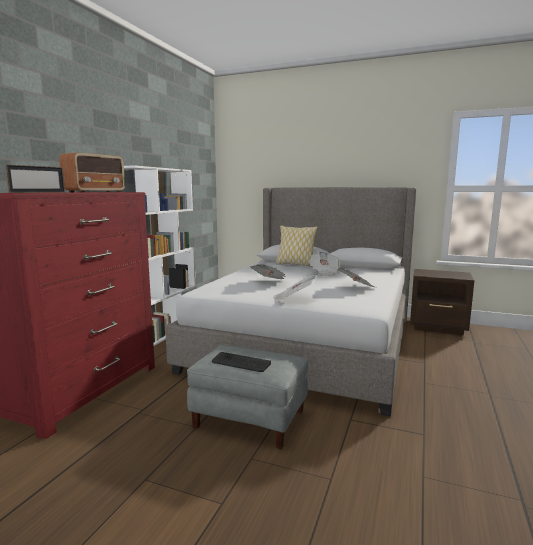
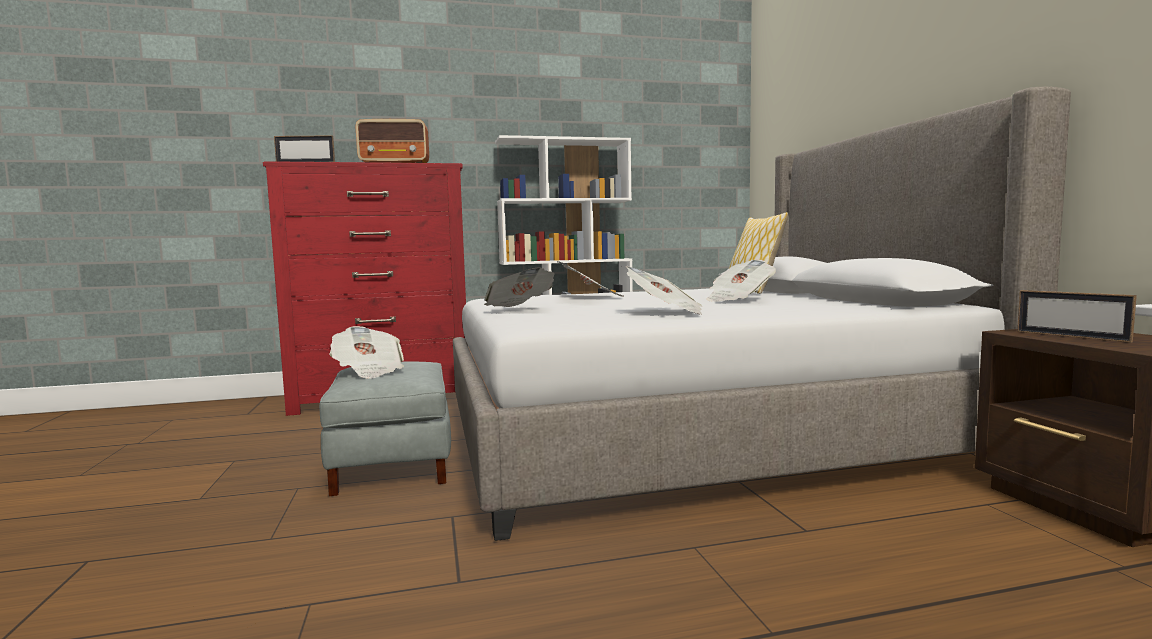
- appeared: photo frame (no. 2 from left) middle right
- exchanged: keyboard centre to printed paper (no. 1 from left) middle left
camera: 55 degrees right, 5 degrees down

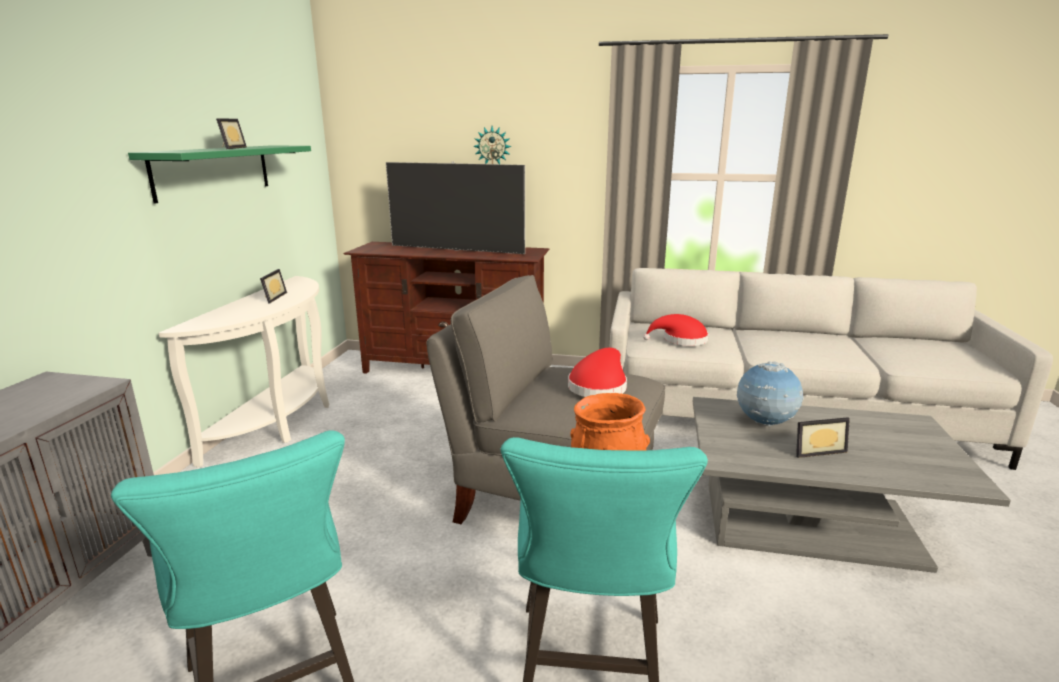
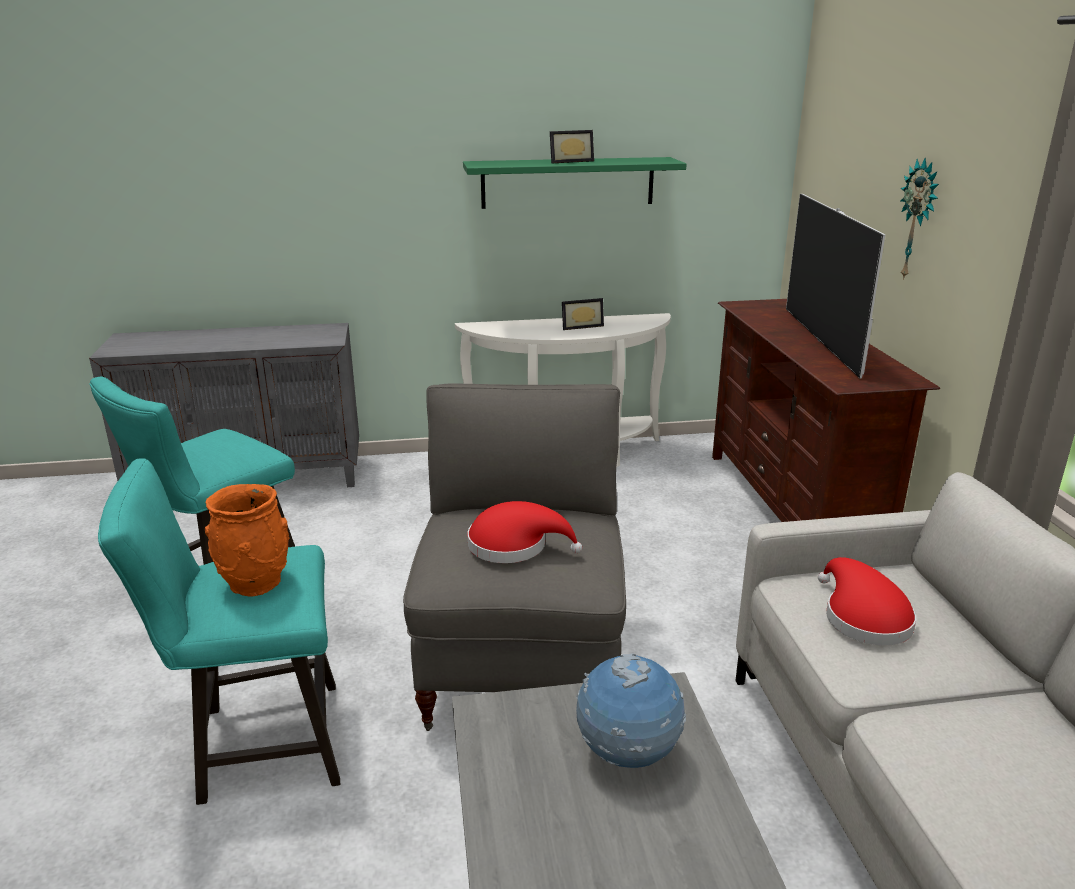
- missing: photo frame (no. 3 from left) middle right
camera: 70 degrees right, 5 degrees up

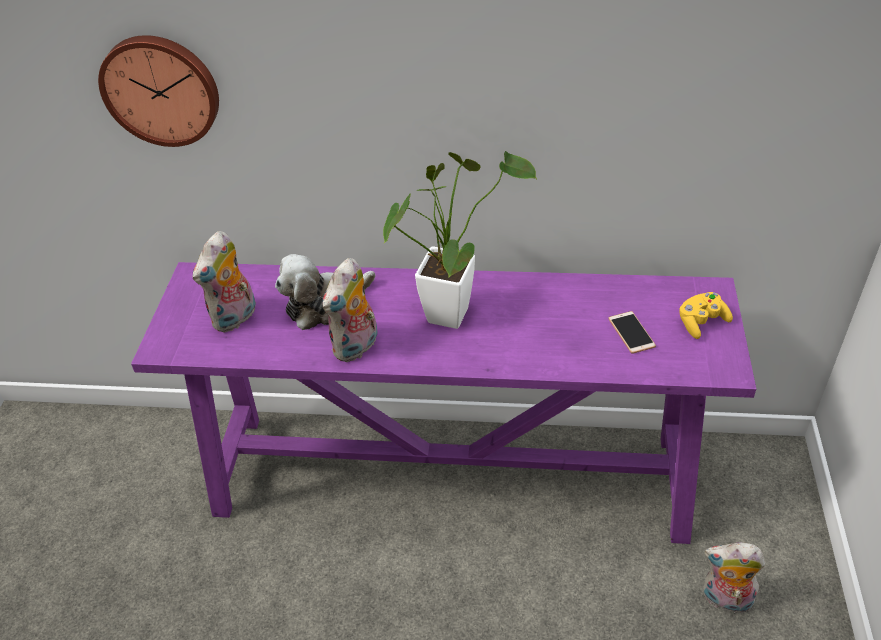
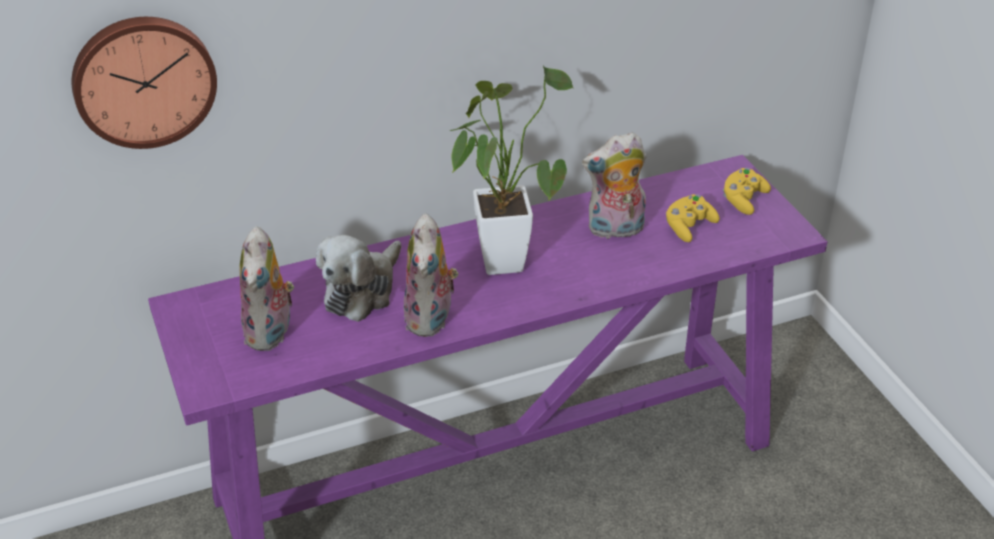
- relocated: soft toy (no. 4 from left) bottom right to centre
- exchanged: telephone middle right to yellowish game controller (no. 1 from left) middle right
camera: 30 degrees left, 5 degrees down

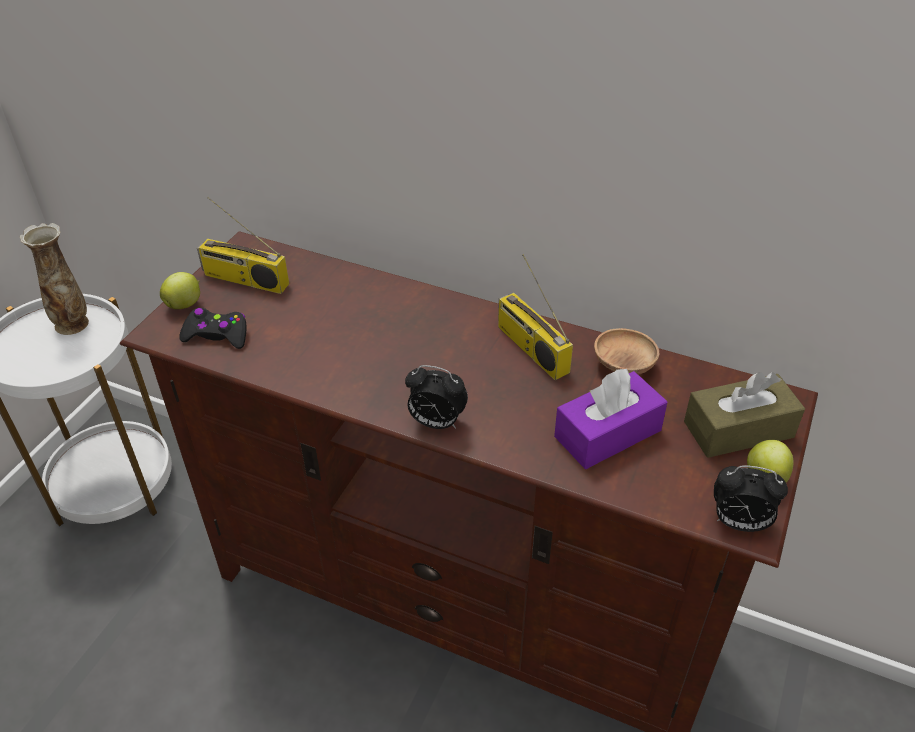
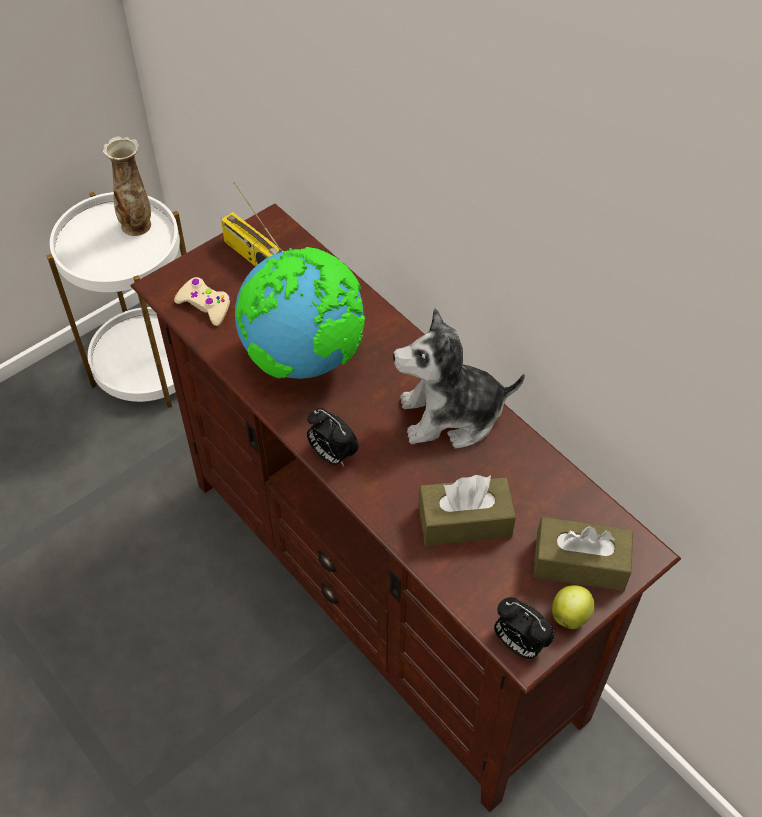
- missing: apple (no. 1 from left) middle left
- missing: brownish serving bowl middle right
- appeared: world globe centre
- exchanged: radio receiver (no. 2 from left) centre to soft toy centre
- colour: black-coloured game controller middle left to sand-coloured game controller middle left
- colour: purplish tissue holder middle right to brownish tissue holder (no. 1 from left) centre
camera: 25 degrees right, 10 degrees up

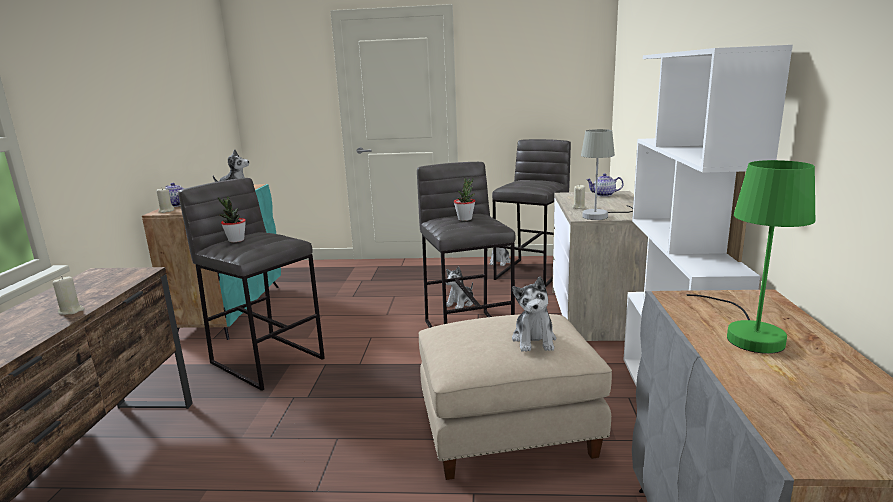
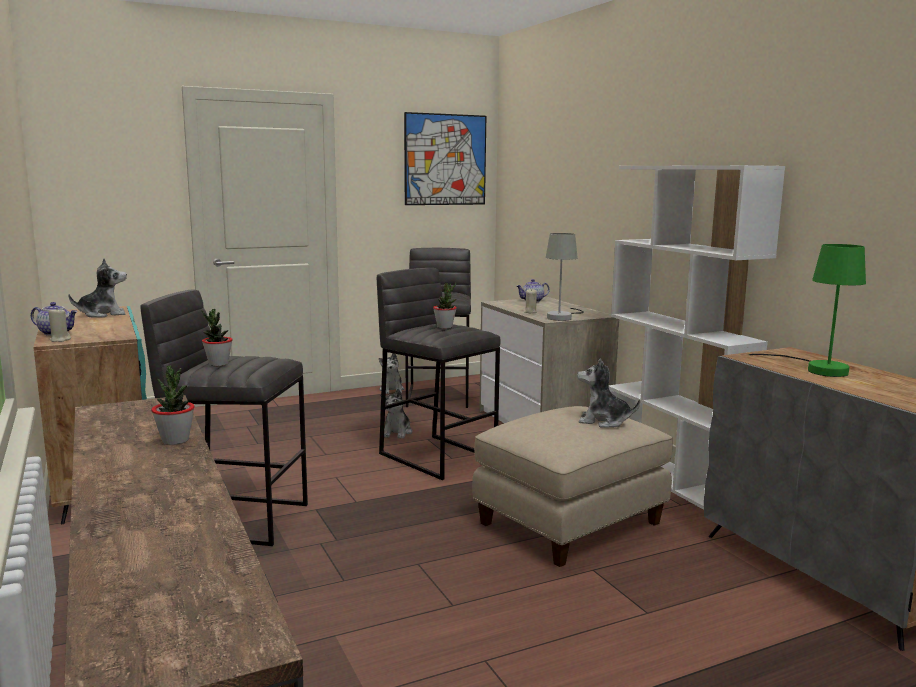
- appeared: wall art top centre
- exchanged: sand-coloured wax candle (no. 1 from left) middle left to potted plant (no. 1 from left) middle left
- spun: soft toy (no. 4 from left) centre = centre 135 degrees clockwise
camera: 30 degrees left, 5 degrees down

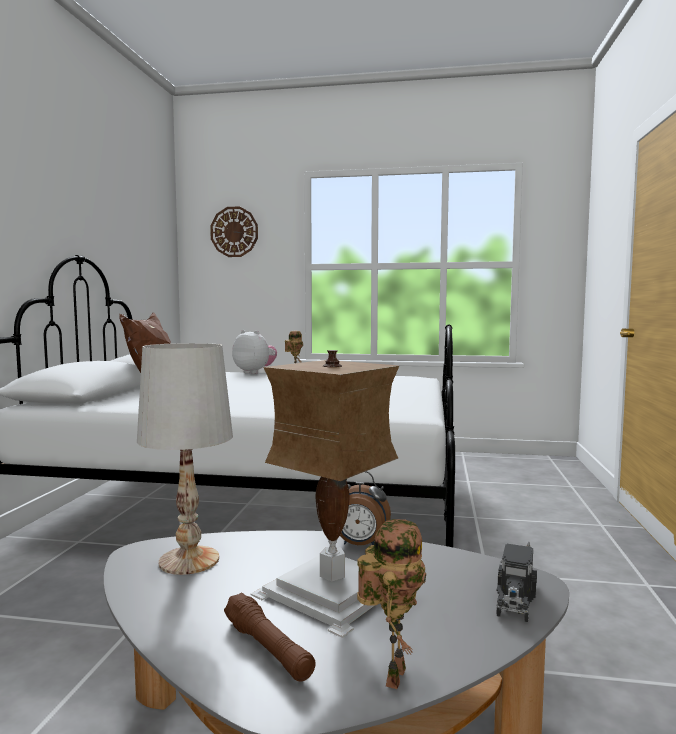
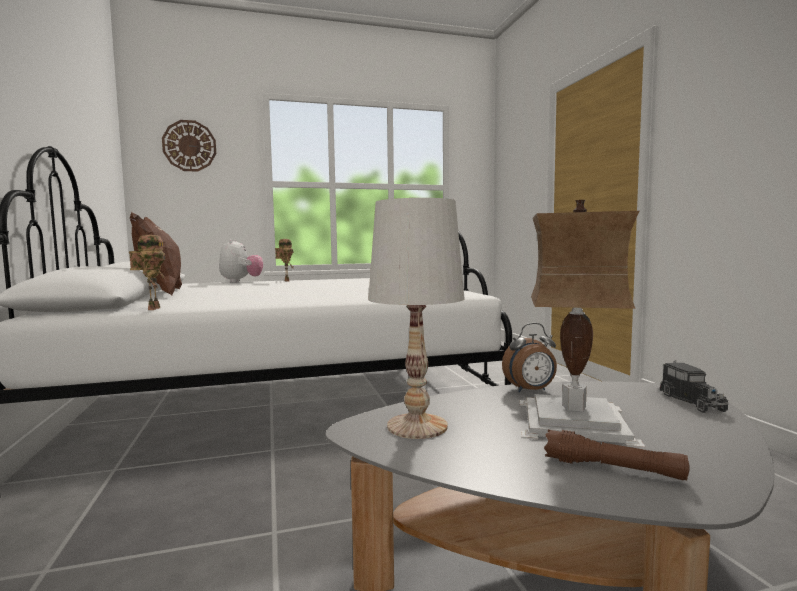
- relocated: robot figure (no. 2 from left in the first image) bottom centre to robot figure (no. 1 from left) middle left
- spun: soft toy centre = middle left 75 degrees clockwise
camera: 25 degrees left, 0 degrees up

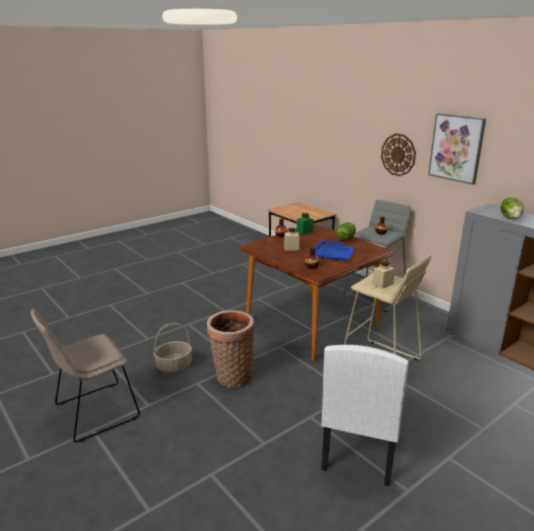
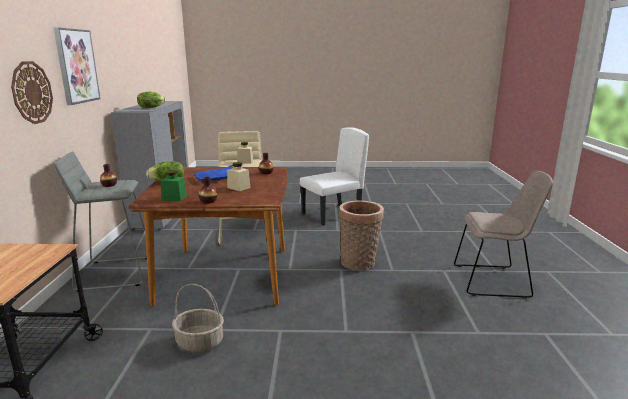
- relocated: storage basket (no. 1 from left) middle left to bottom left
camera: 140 degrees left, 5 degrees down

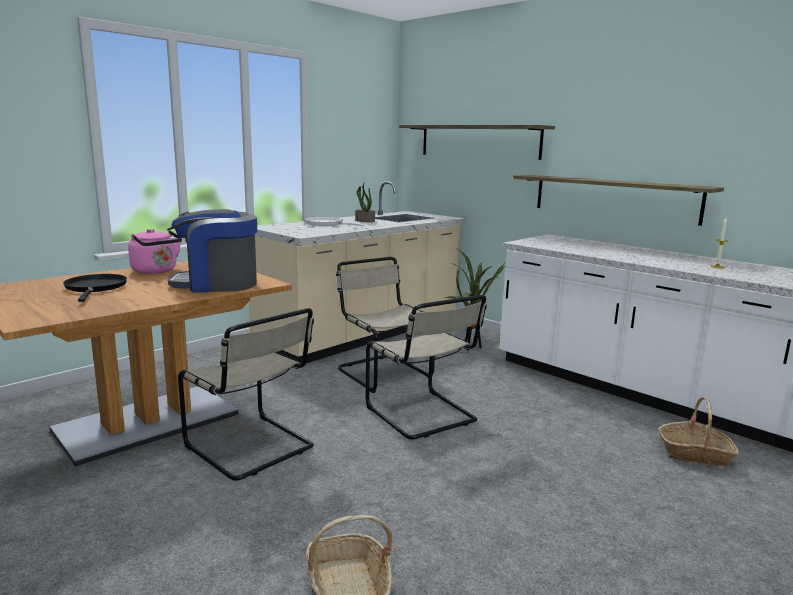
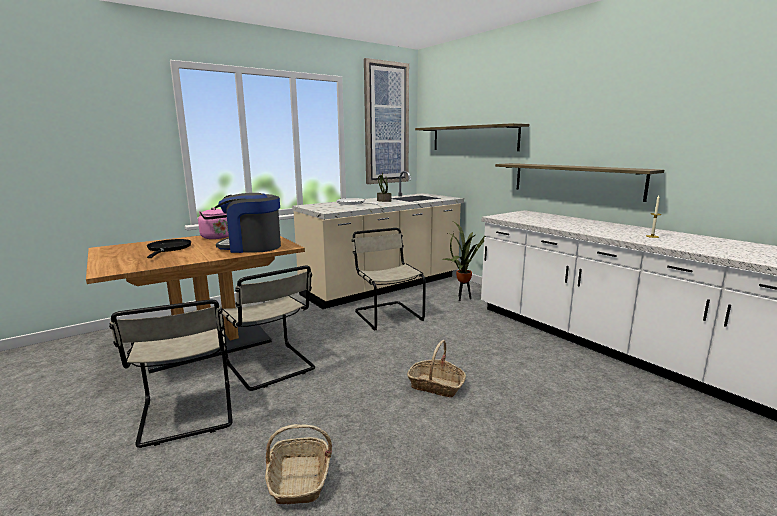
- appeared: wall art top centre
- relocated: sand-coloured plain chair (no. 3 from left in the first image) centre to sand-coloured plain chair (no. 1 from left) bottom left
- relocated: storage basket (no. 2 from left) bottom right to bottom centre
camera: 10 degrees right, 0 degrees up

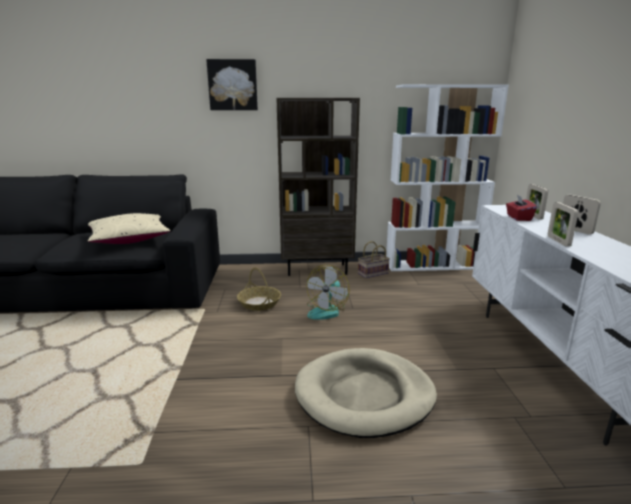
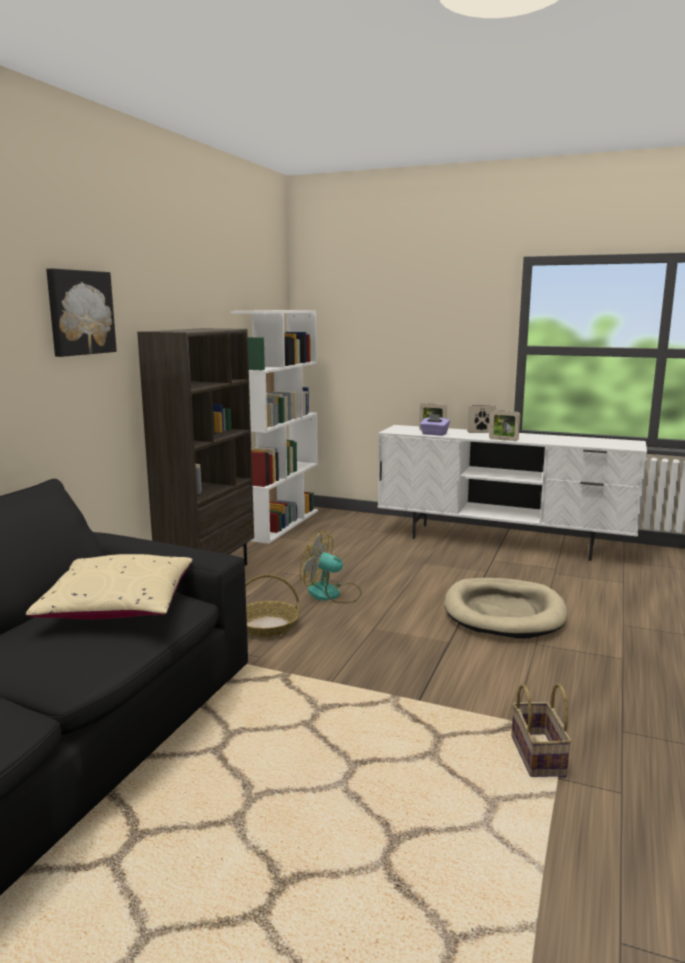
- relocated: storage basket (no. 2 from left) centre to bottom right
- colour: red tissue holder middle right to purplish tissue holder centre
- spun: electric fan centre = centre 150 degrees clockwise
camera: 65 degrees left, 5 degrees down

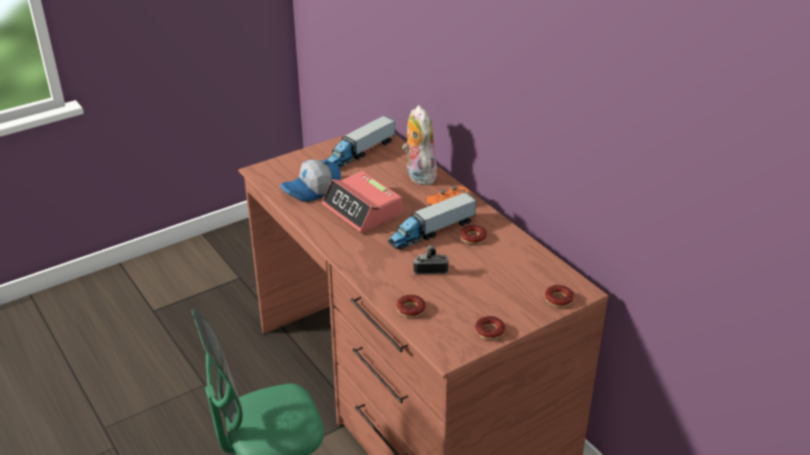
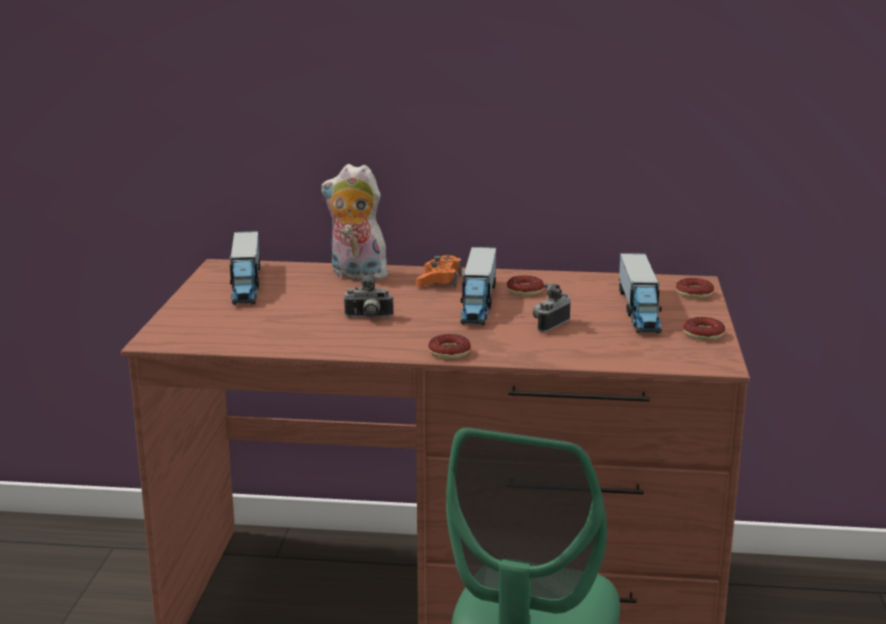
- missing: baseball cap centre
- appeared: model truck (no. 3 from left) middle right
- relocated: donut (no. 1 from left) bottom centre to centre
- exchanged: table clock centre to photo camera (no. 1 from left) centre
camera: 50 degrees left, 15 degrees down

